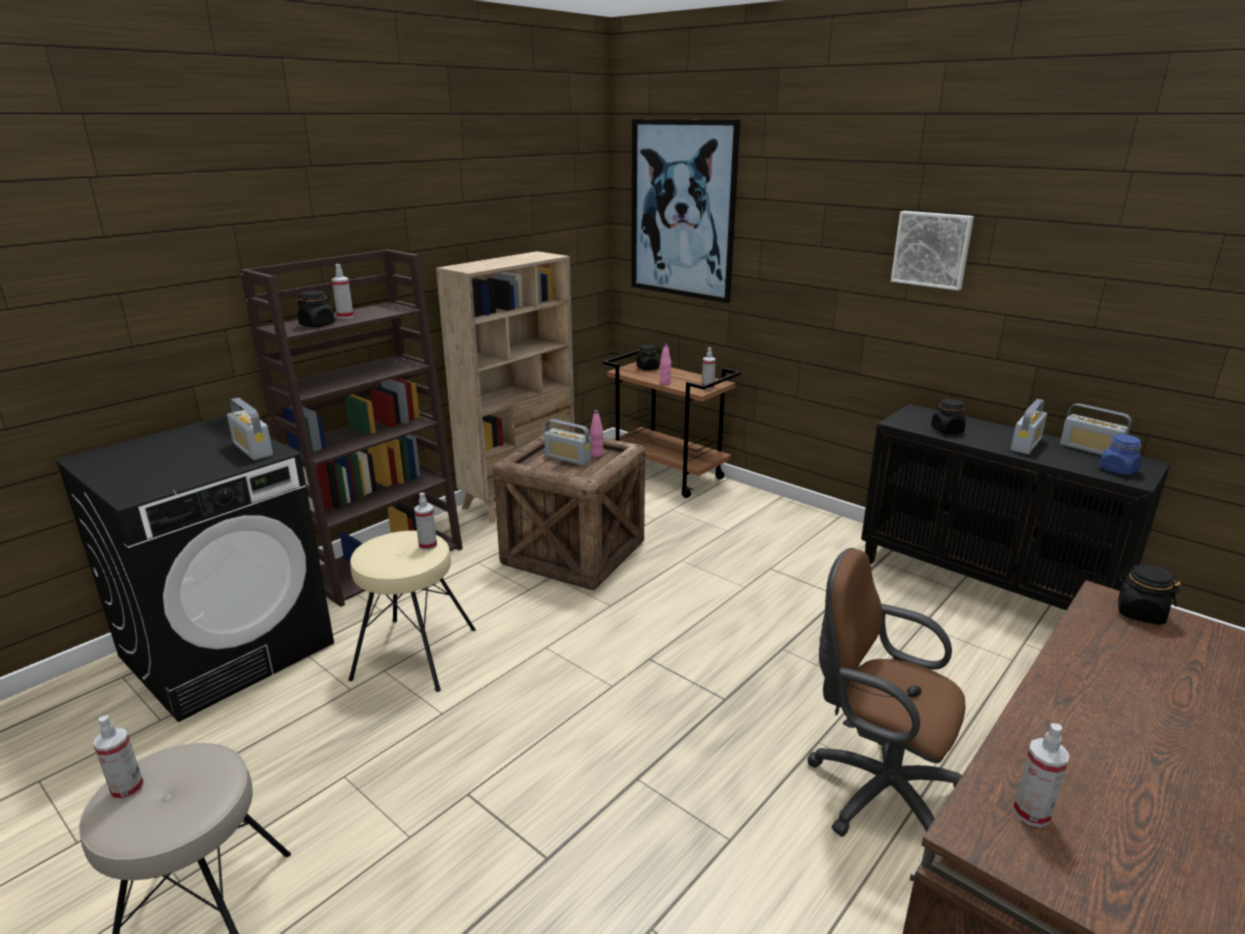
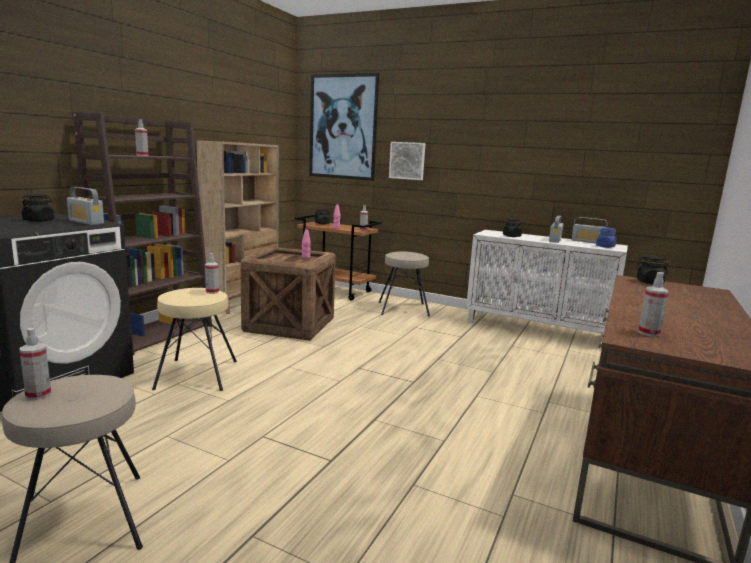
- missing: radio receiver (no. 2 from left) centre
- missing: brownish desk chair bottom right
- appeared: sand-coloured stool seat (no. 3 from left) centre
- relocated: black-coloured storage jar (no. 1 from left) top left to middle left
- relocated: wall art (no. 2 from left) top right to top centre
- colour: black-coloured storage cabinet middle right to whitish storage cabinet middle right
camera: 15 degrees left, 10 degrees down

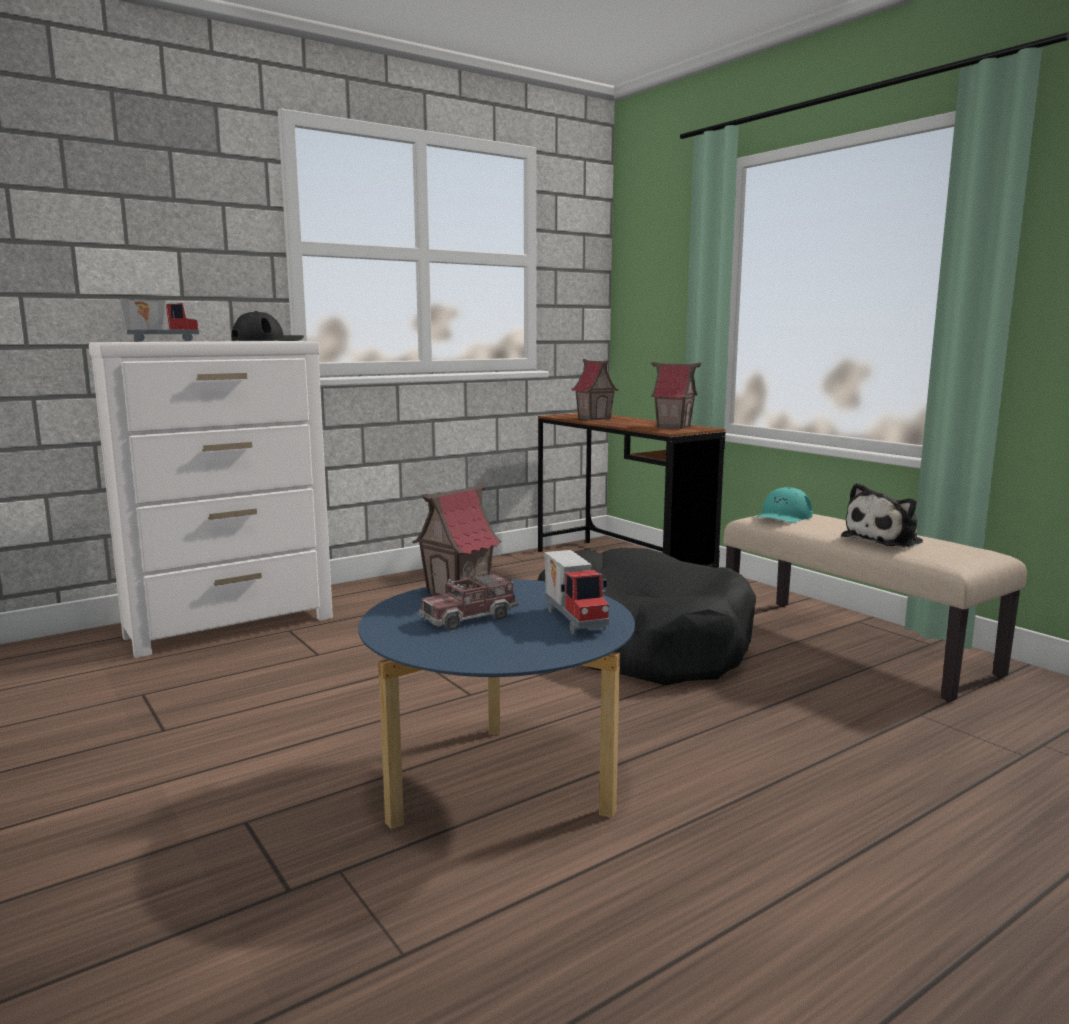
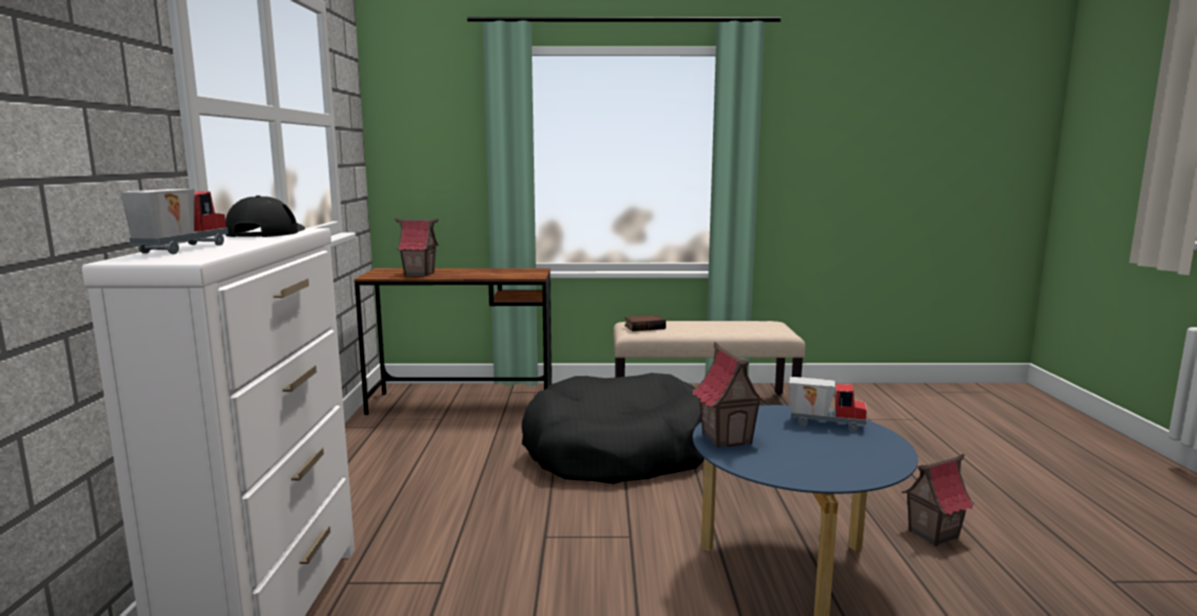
- missing: model truck (no. 2 from left) centre
- missing: soft toy middle right
- relocated: miniature house (no. 3 from left) centre to bottom right
- exchanged: turquoise baseball cap middle right to volume centre
camera: 55 degrees left, 0 degrees up

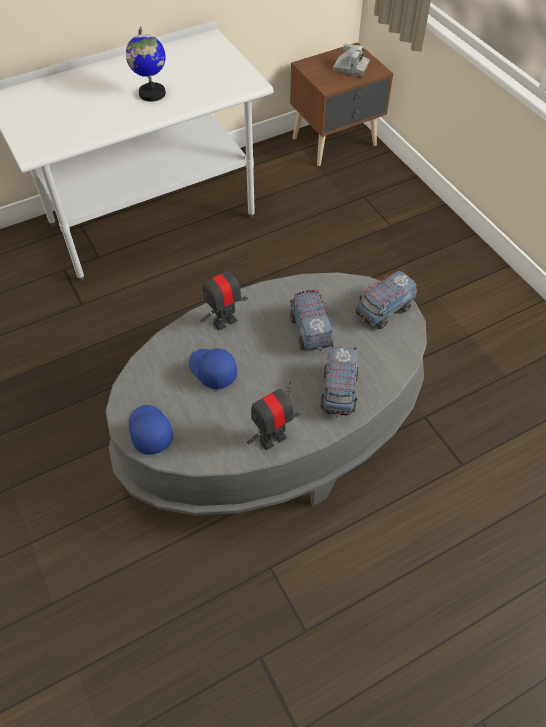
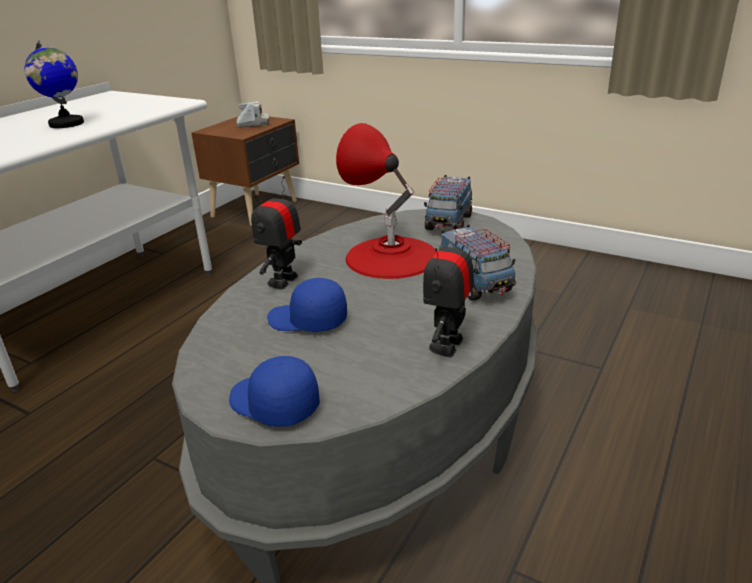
- exchanged: model truck (no. 1 from left) centre to red tabletop lamp centre
camera: 30 degrees left, 25 degrees down

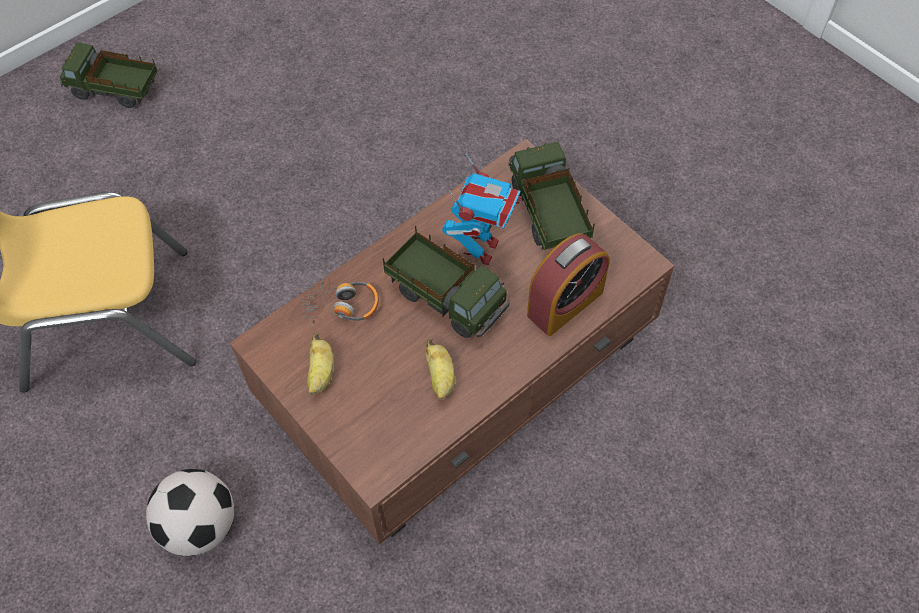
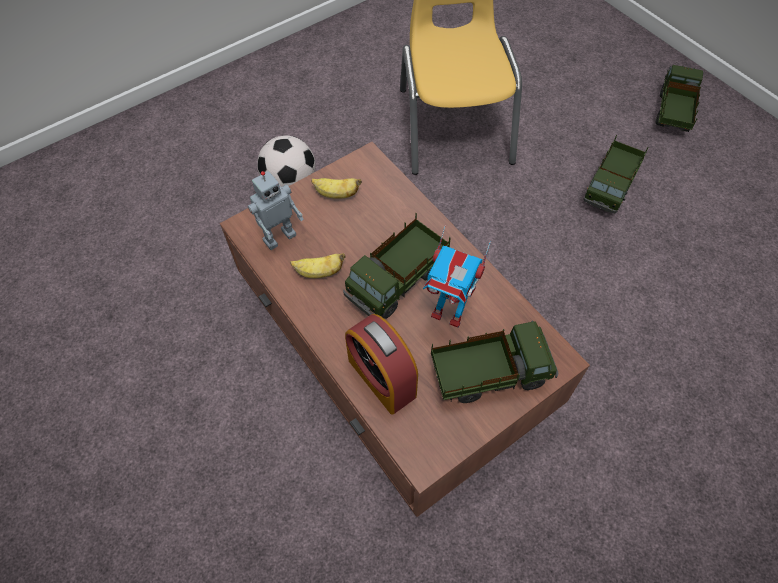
- missing: pair of headphones centre
- appeared: robot figure (no. 1 from left) centre
- appeared: model truck (no. 3 from left) top right
camera: 95 degrees right, 0 degrees up

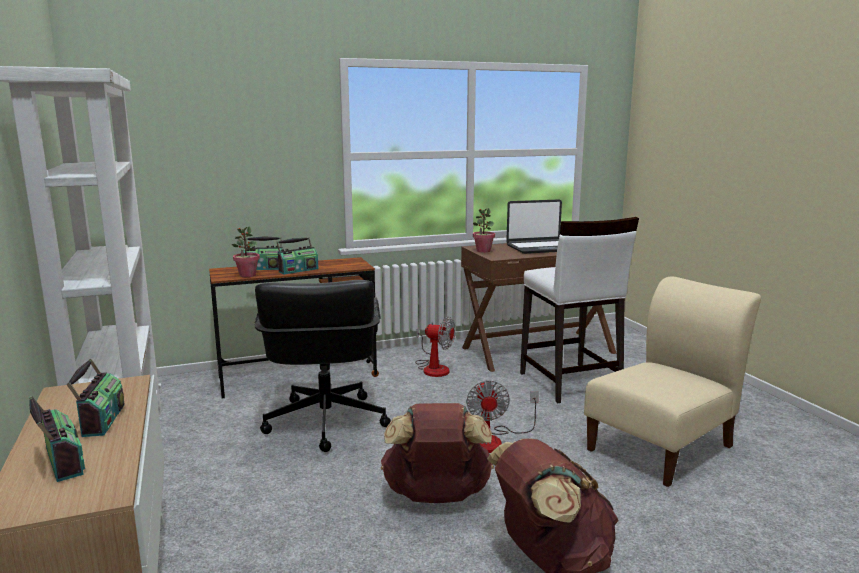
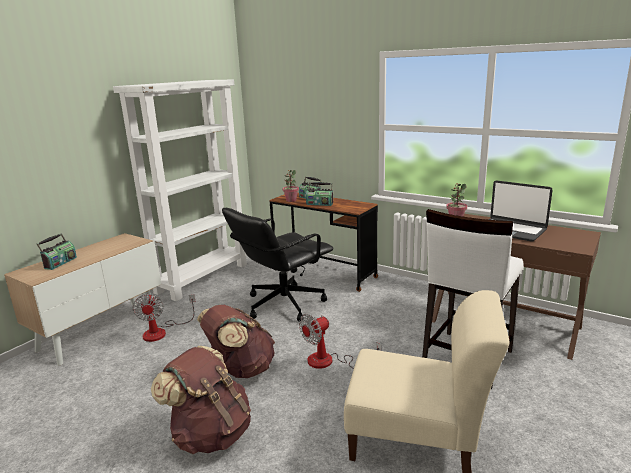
- missing: radio receiver (no. 2 from left) bottom left
- relocated: electric fan (no. 1 from left) centre to bottom left
camera: 55 degrees right, 5 degrees up

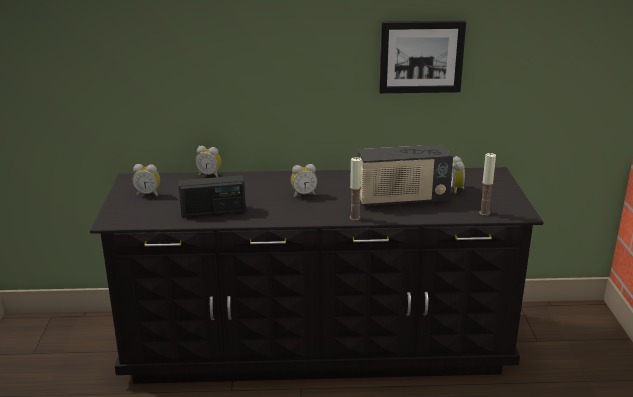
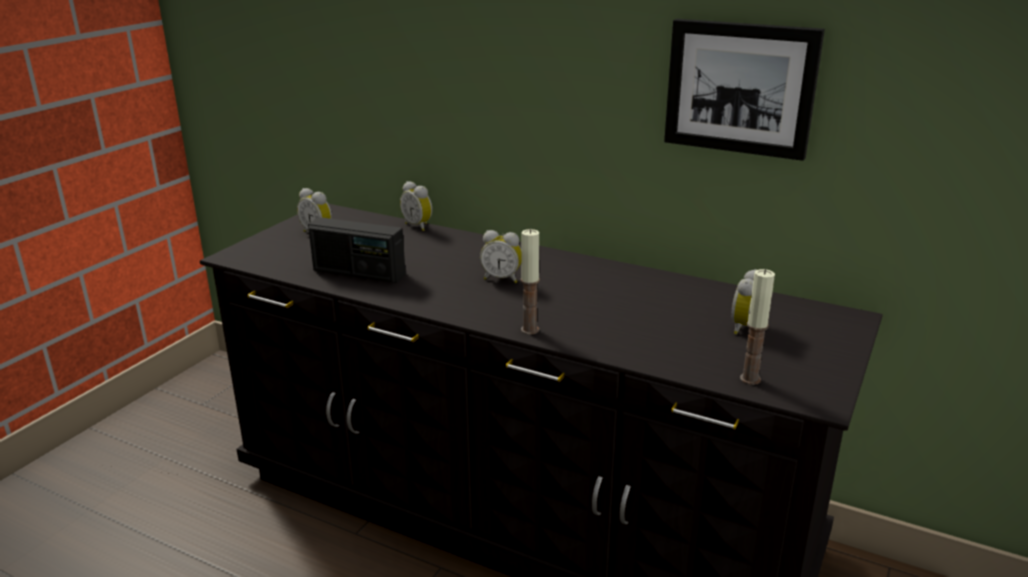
- missing: radio receiver (no. 2 from left) centre
camera: 30 degrees right, 0 degrees up

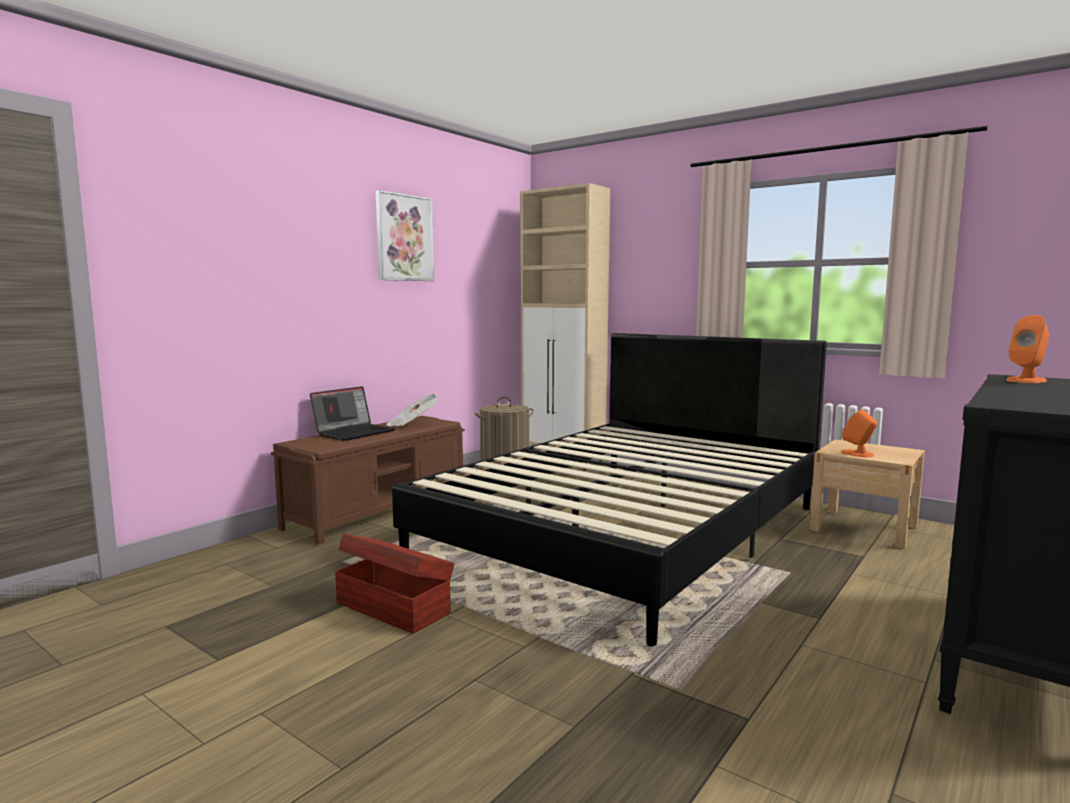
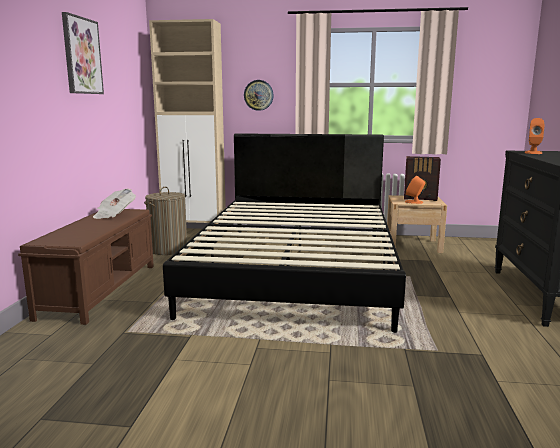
- missing: notebook computer middle left
- missing: brownish storage box bottom centre
- appeared: clock on the wall top centre
- appeared: radio receiver middle right
camera: 30 degrees left, 5 degrees up

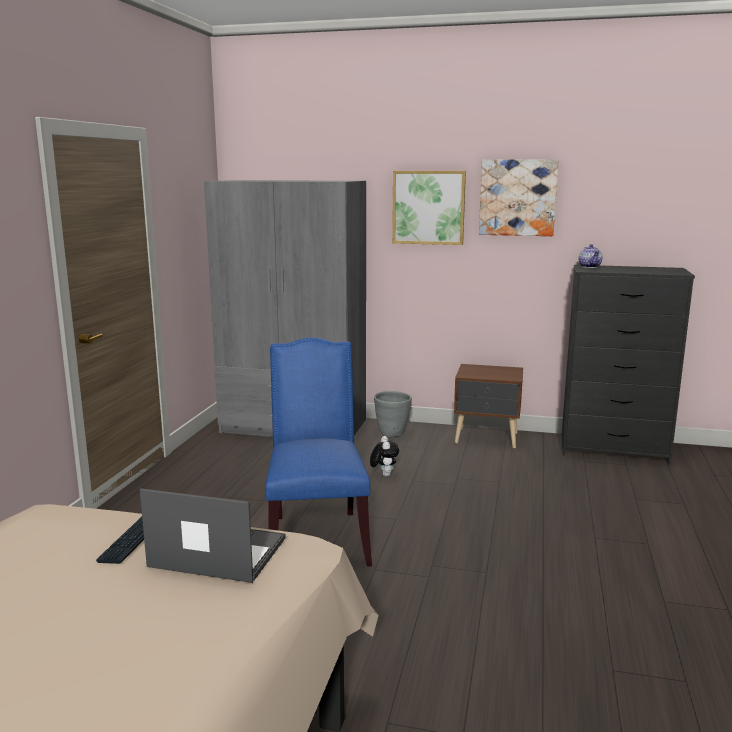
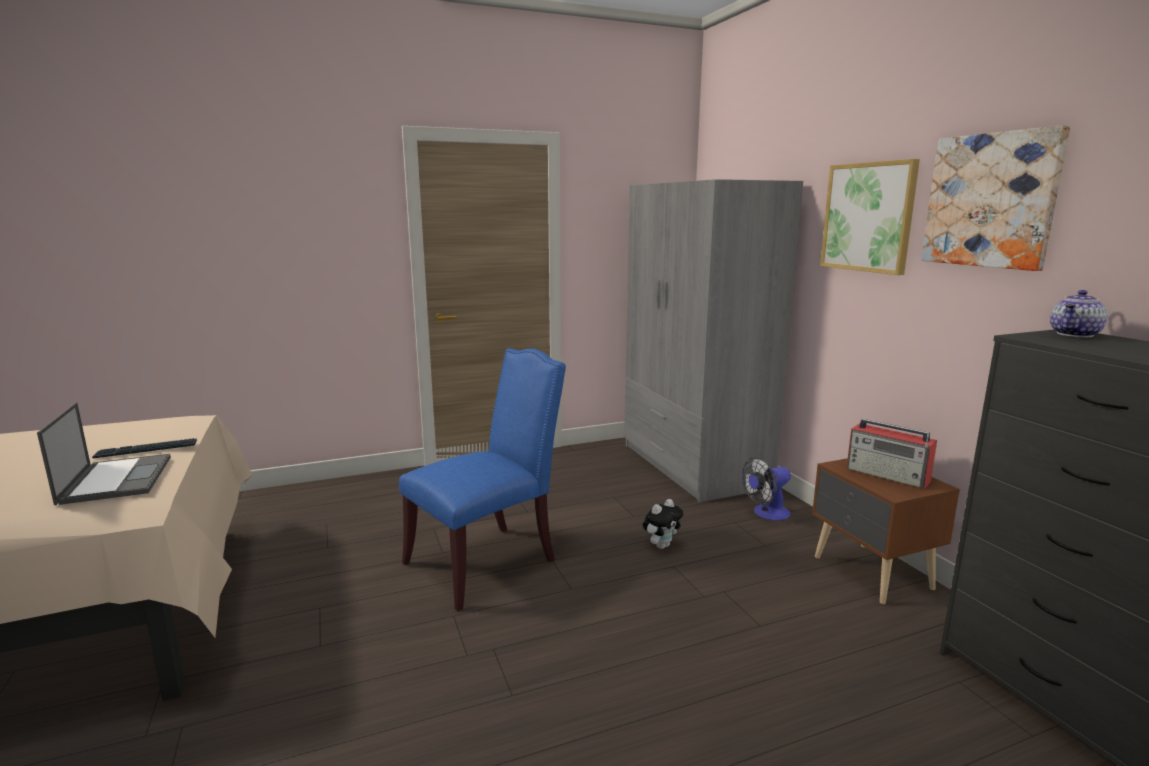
- appeared: radio receiver middle right
- exchanged: grey planter centre to electric fan middle right
camera: 55 degrees right, 0 degrees up

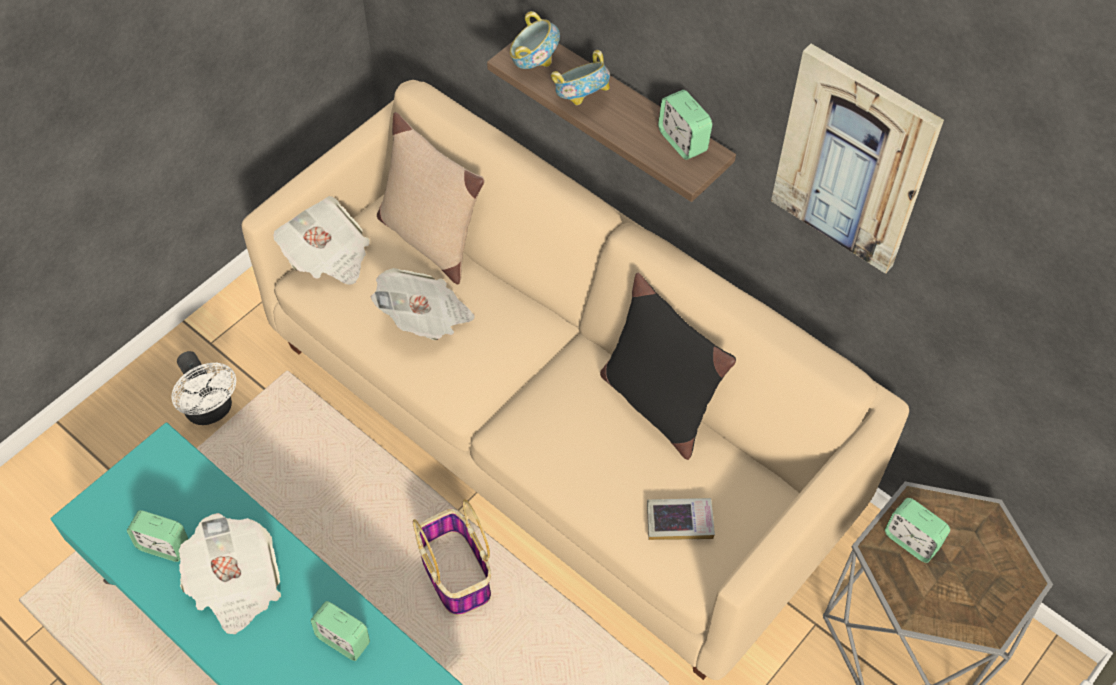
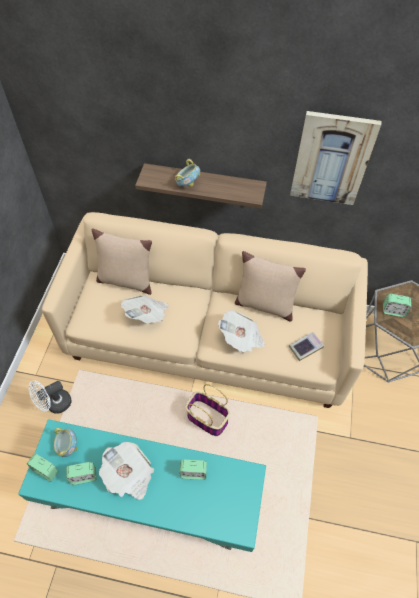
- relocated: printed paper (no. 2 from left in the first image) middle left to printed paper (no. 3 from left) centre
- relocated: serving bowl (no. 1 from left) top centre to bottom left
- relocated: table clock (no. 3 from left in the first image) top centre to table clock (no. 1 from left) bottom left
- colour: black-coloured throw pillow centre to sand-coloured throw pillow (no. 2 from left) centre
- spun: whitish electric fan middle left = middle left 120 degrees clockwise
camera: 30 degrees left, 0 degrees up

